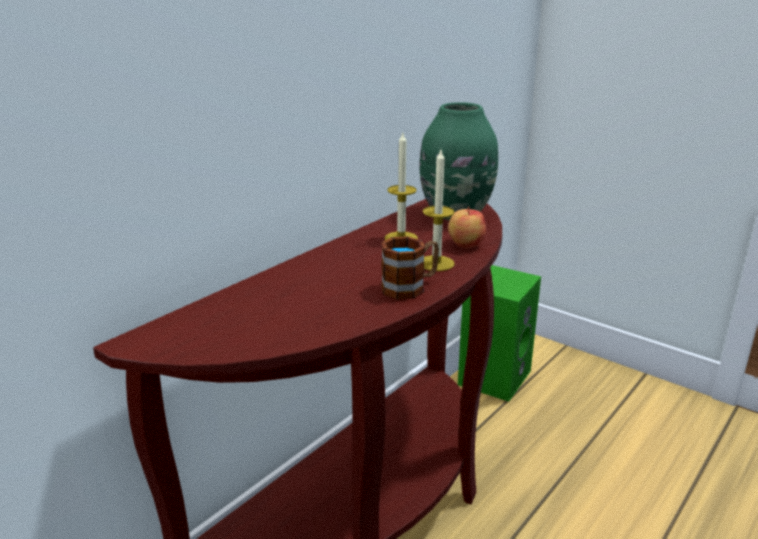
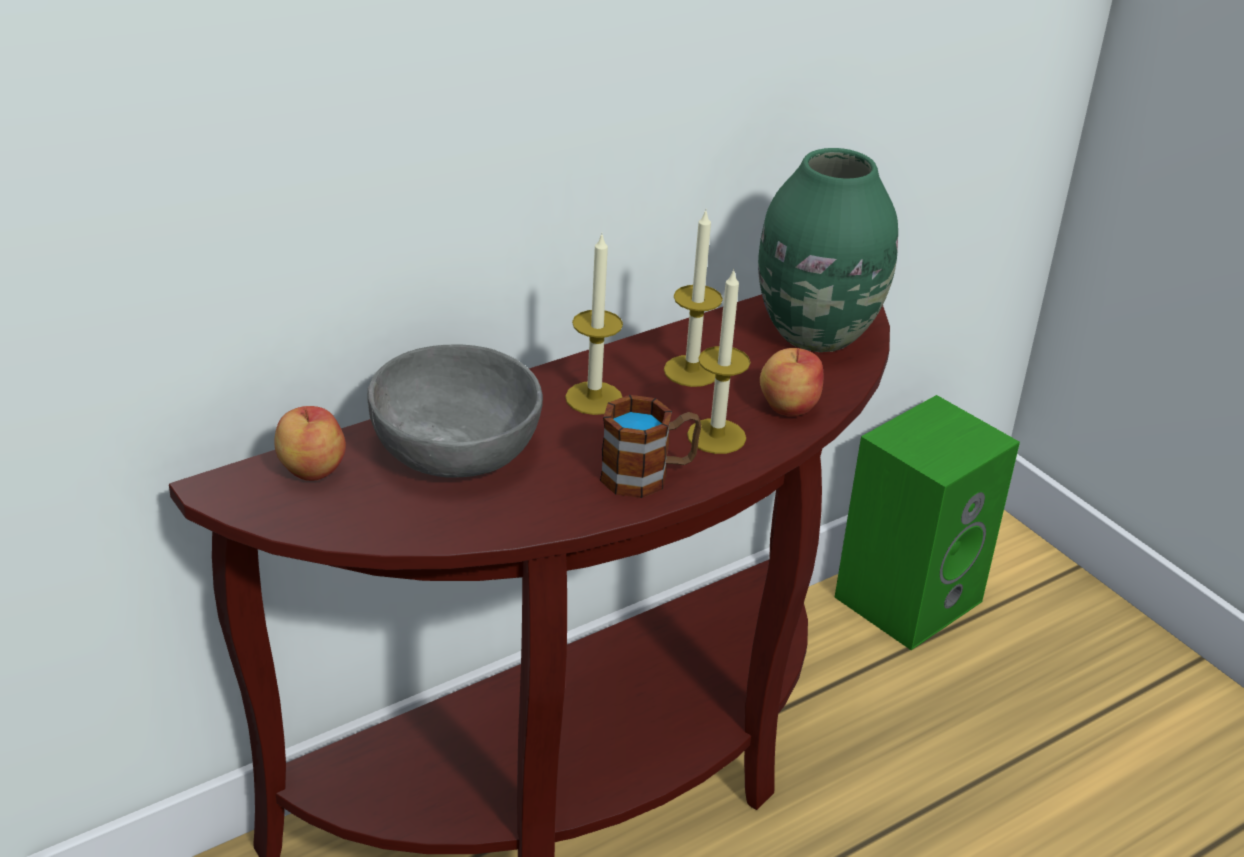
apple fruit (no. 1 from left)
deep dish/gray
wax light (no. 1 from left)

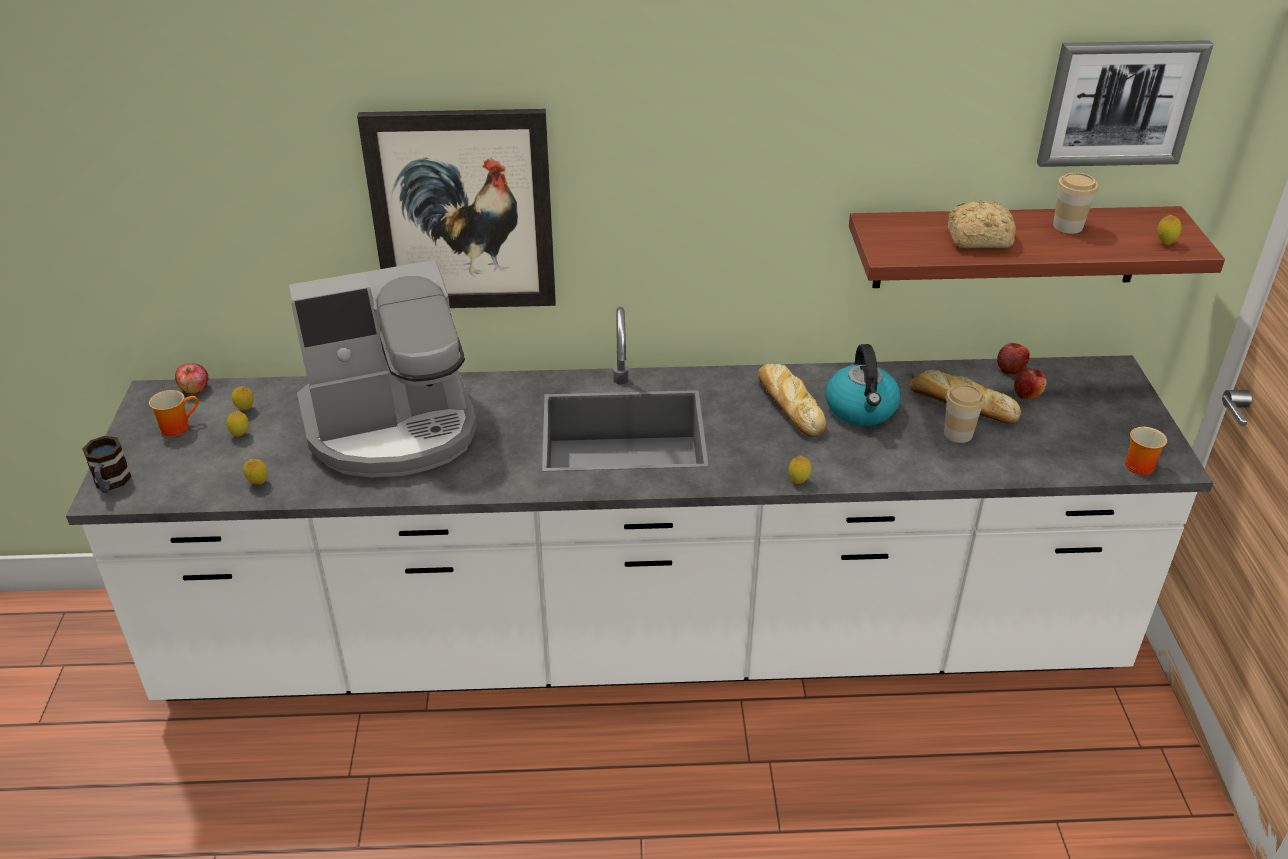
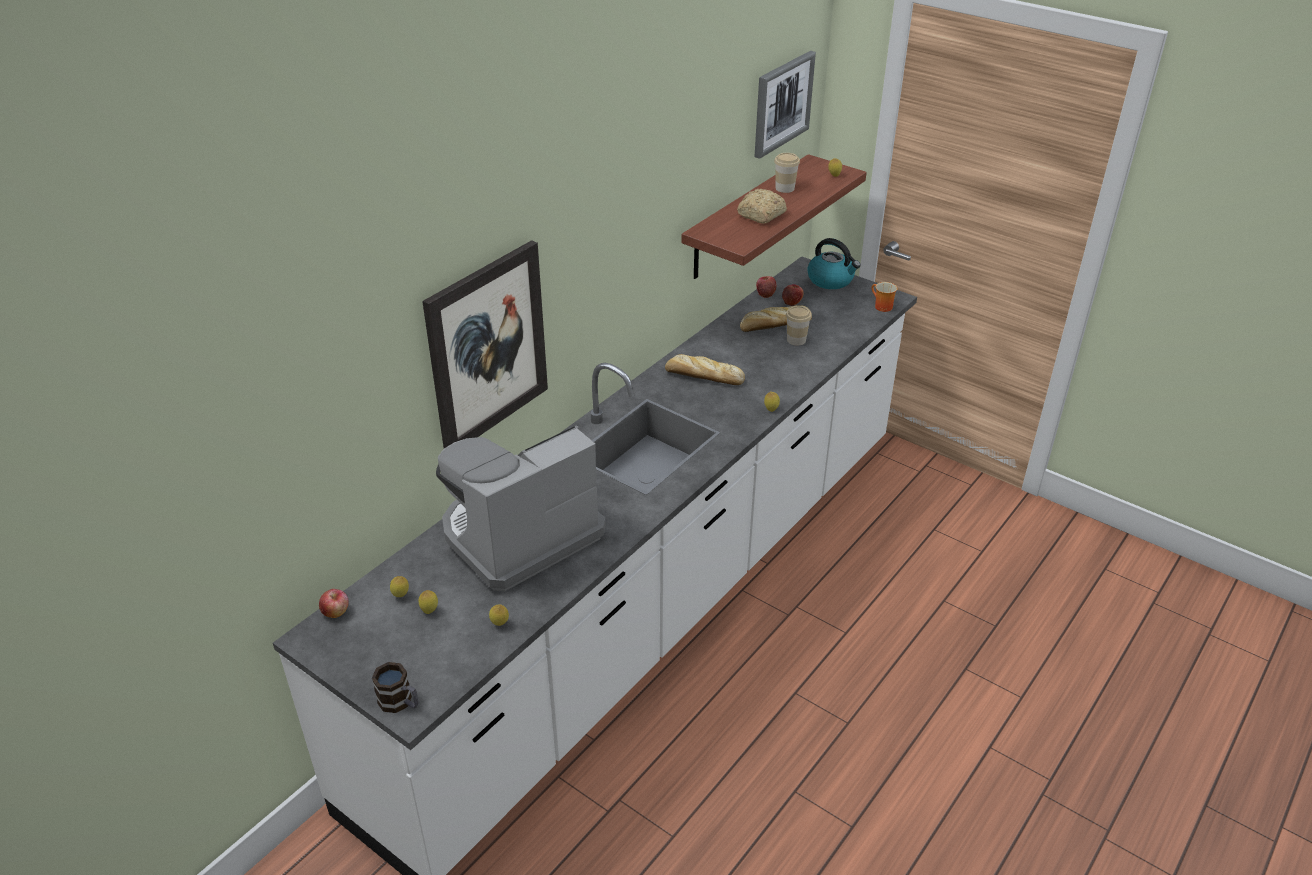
tea mug (no. 2 from left in the first image)
water kettle
coffee maker

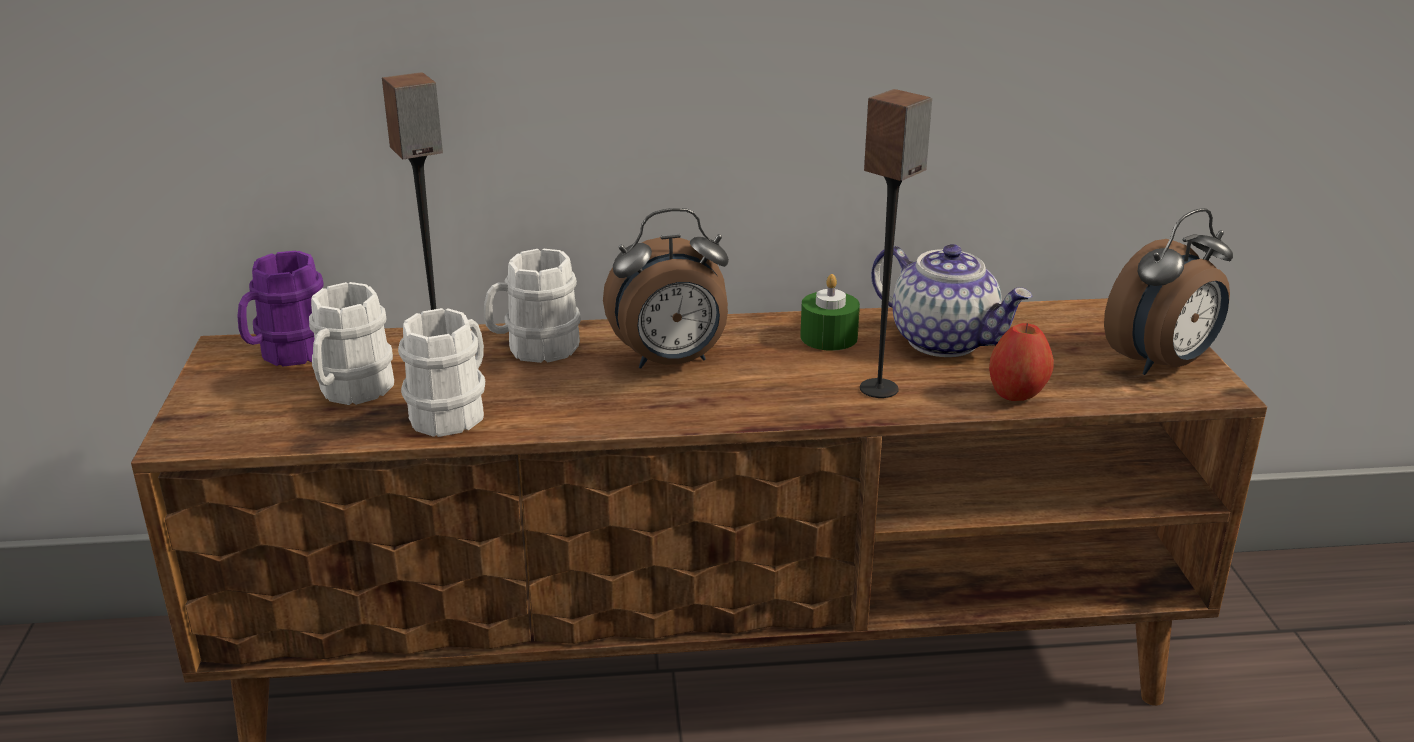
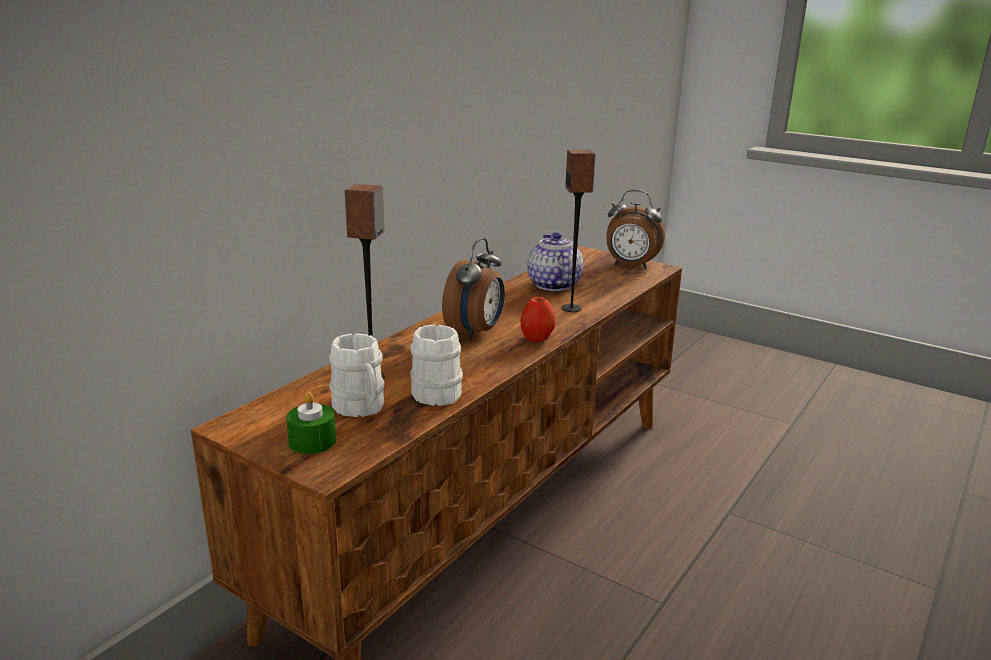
tea mug/purple-coloured
tea mug/whitish (no. 3 from left in the first image)
wax light/green-coloured
apple fruit
pot for tea
bedside clock (no. 2 from left)

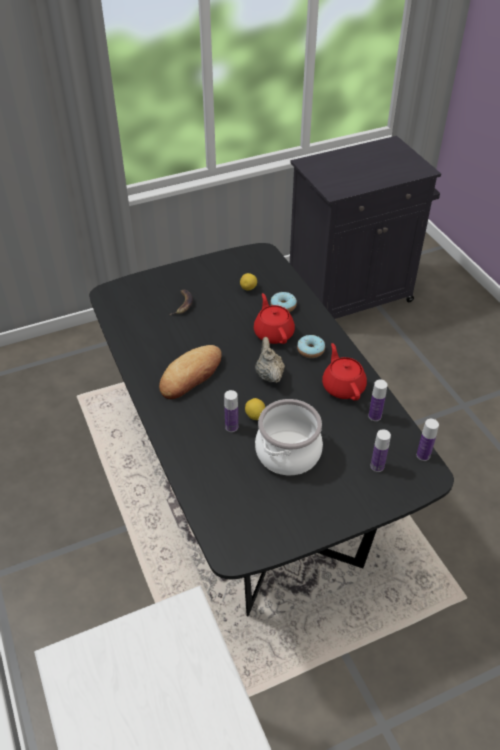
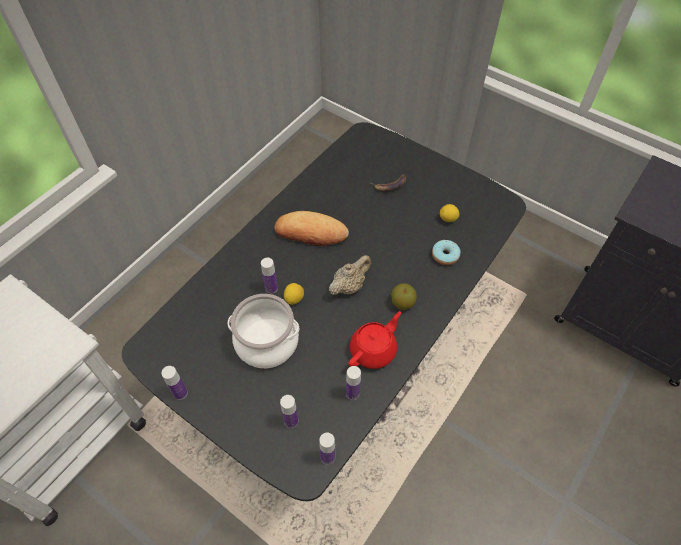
pot for tea/reddish (no. 1 from left in the first image)
beverage bottle (no. 1 from left)
apple fruit

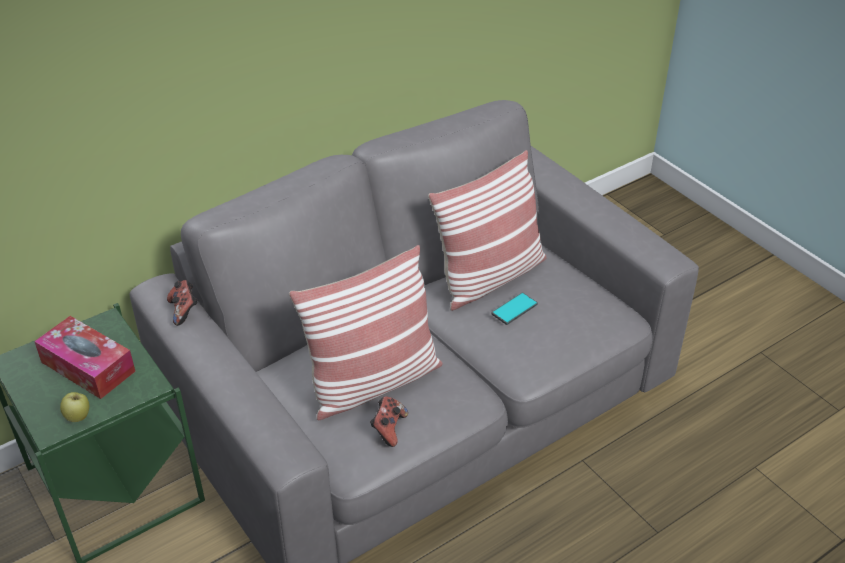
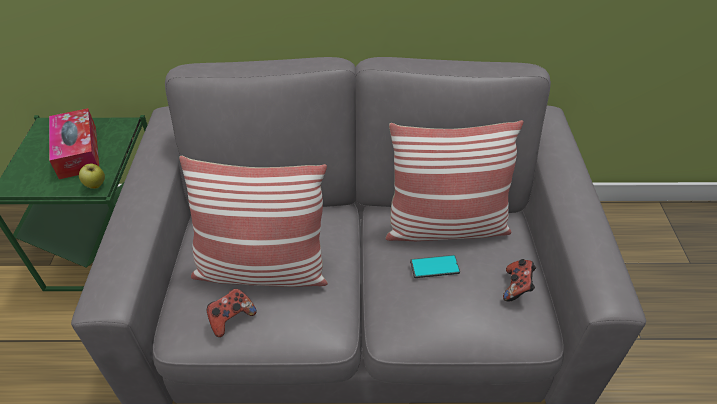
apple fruit
joypad (no. 2 from left)

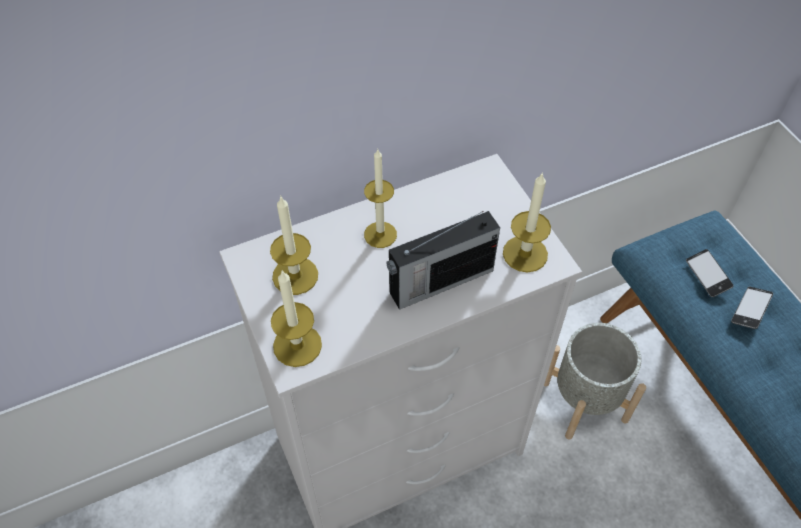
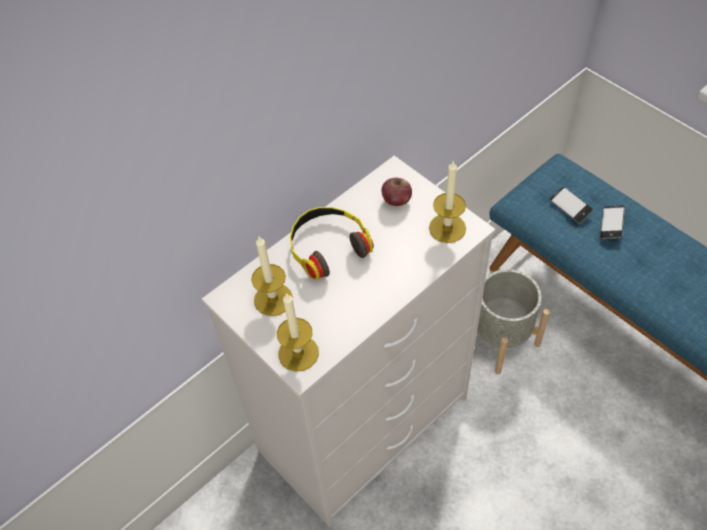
radio set
apple fruit
headphones

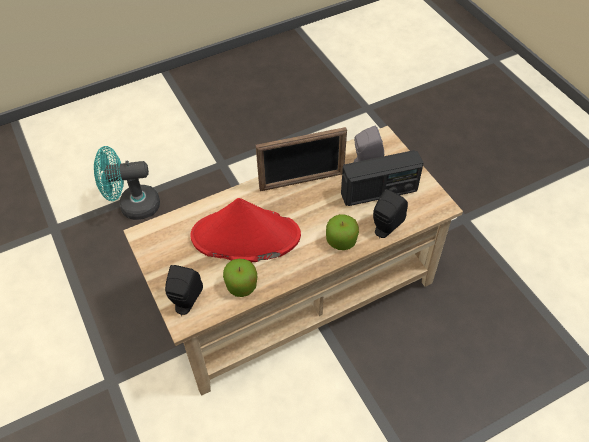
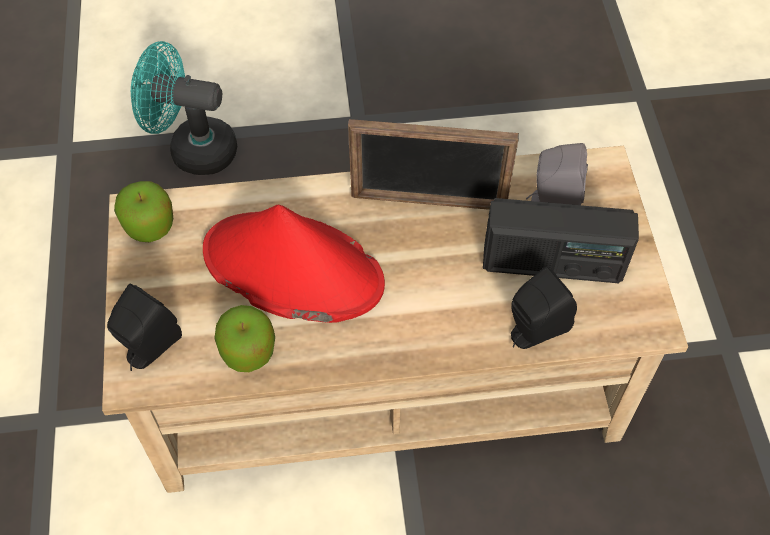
apple fruit (no. 1 from left)

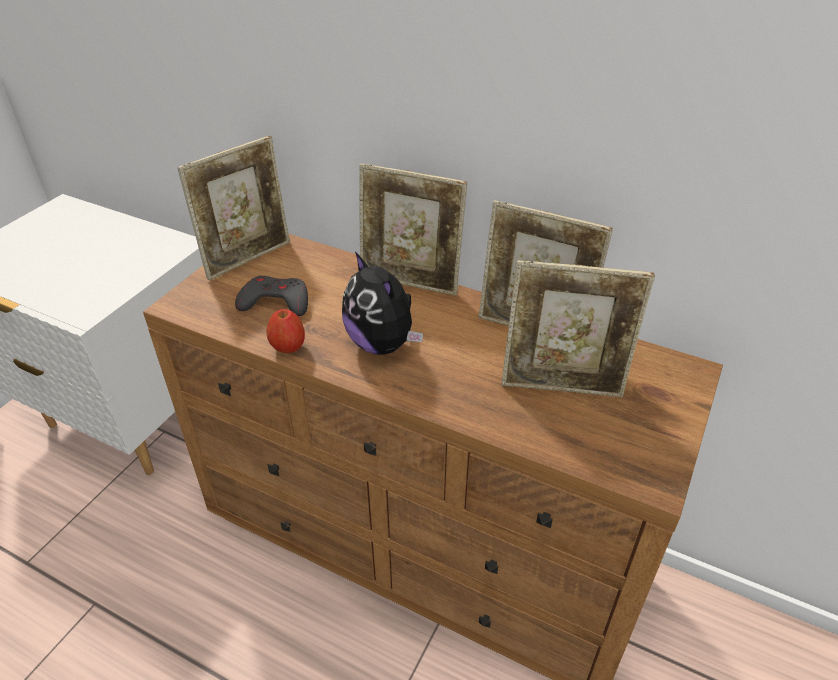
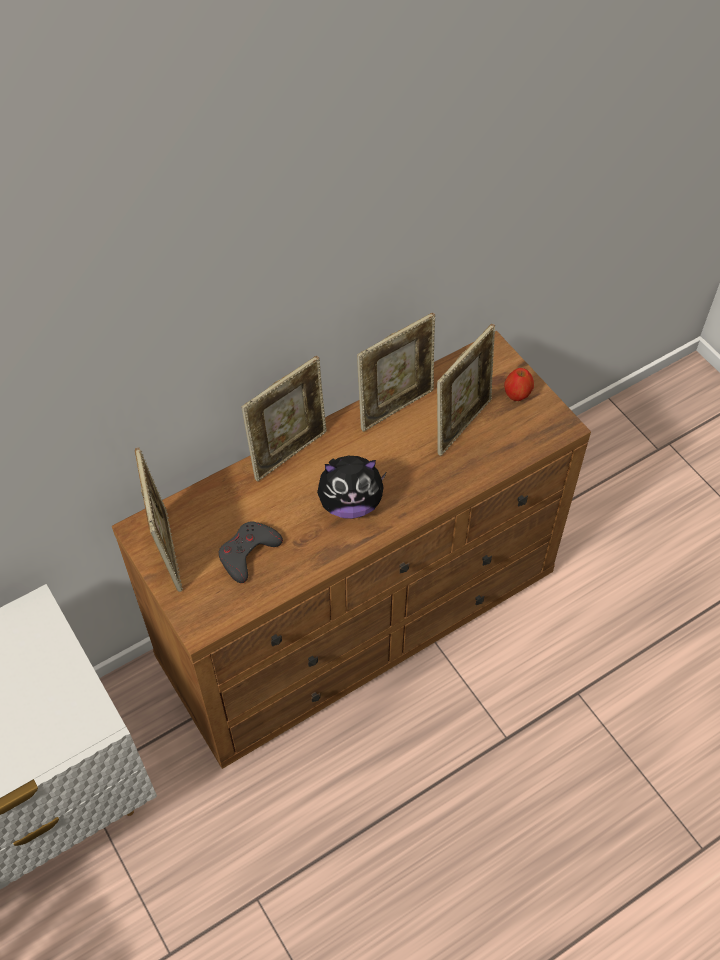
apple fruit

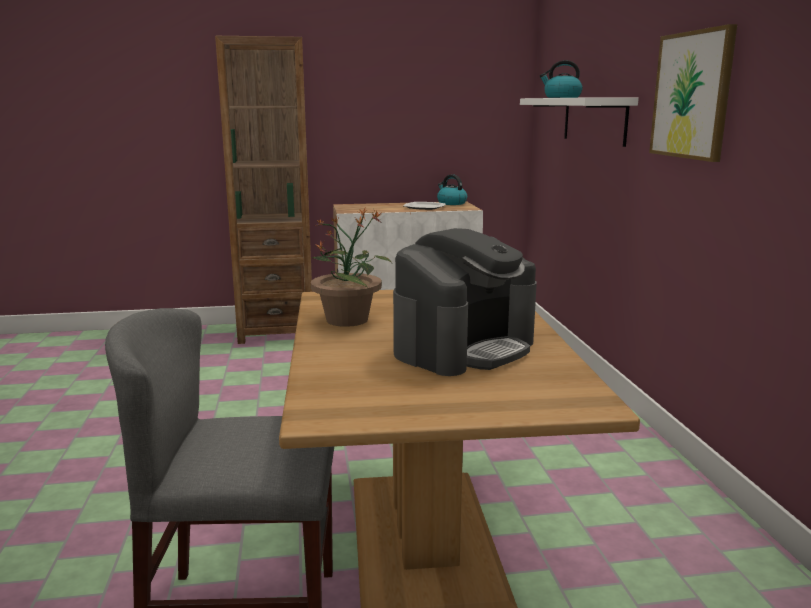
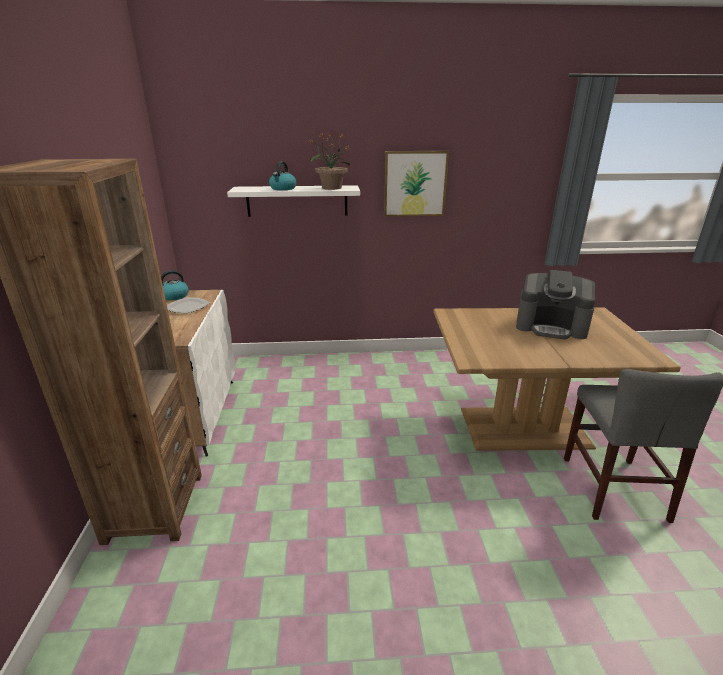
potted plant
coffee maker

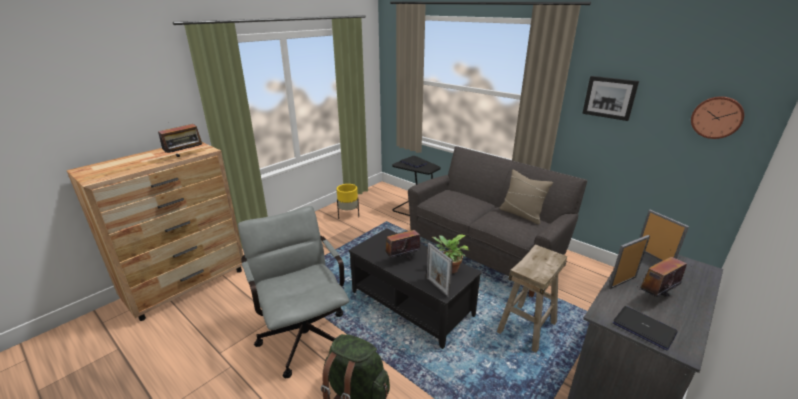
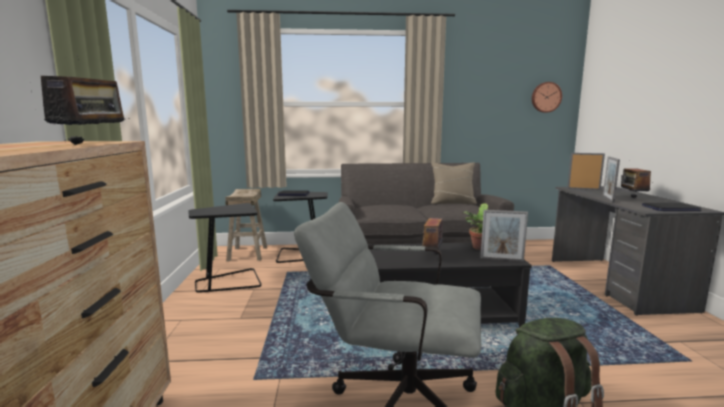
picture
sitting stool/sand-coloured
end table/black-coloured (no. 1 from left)

